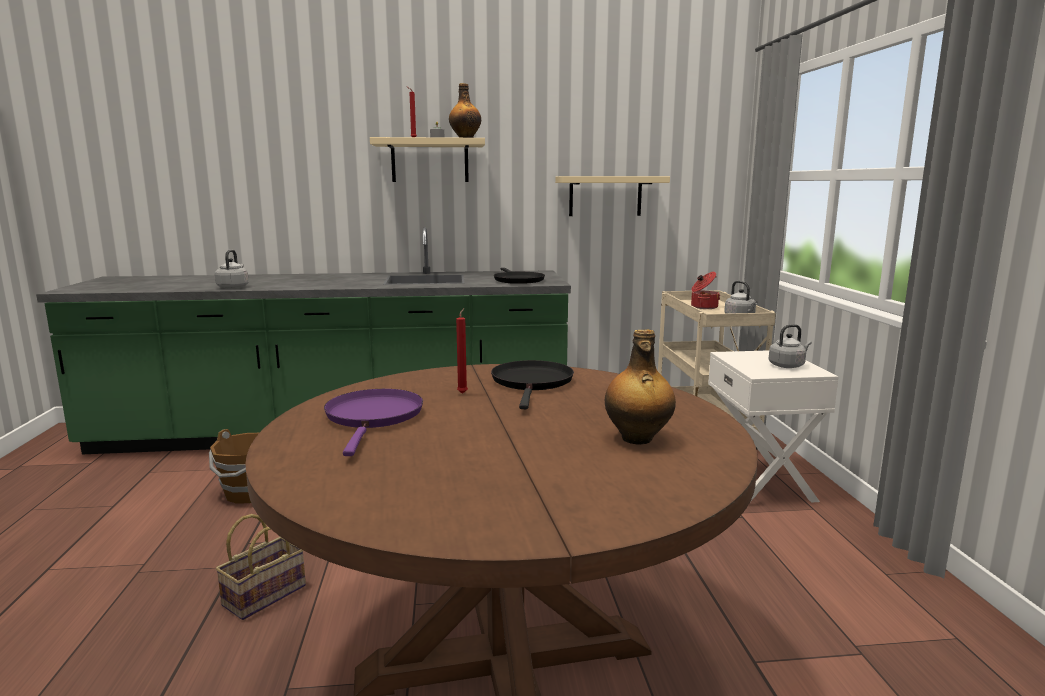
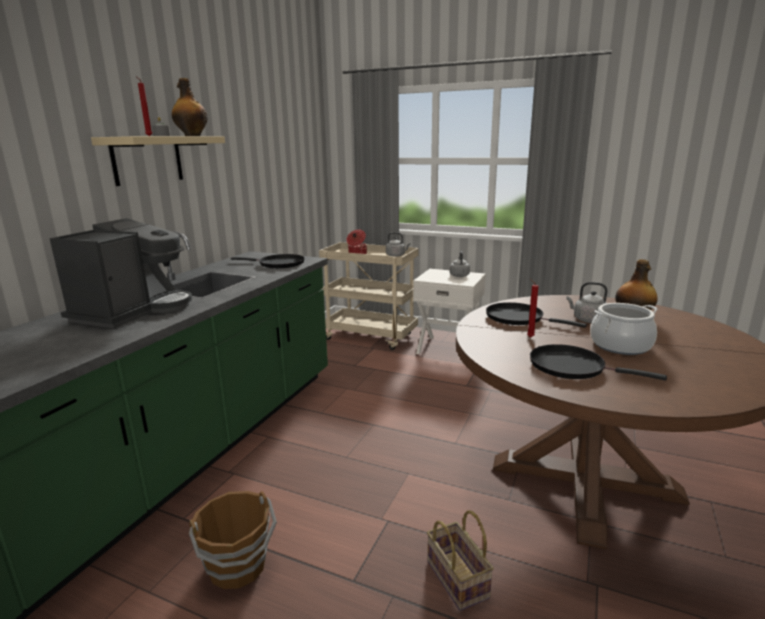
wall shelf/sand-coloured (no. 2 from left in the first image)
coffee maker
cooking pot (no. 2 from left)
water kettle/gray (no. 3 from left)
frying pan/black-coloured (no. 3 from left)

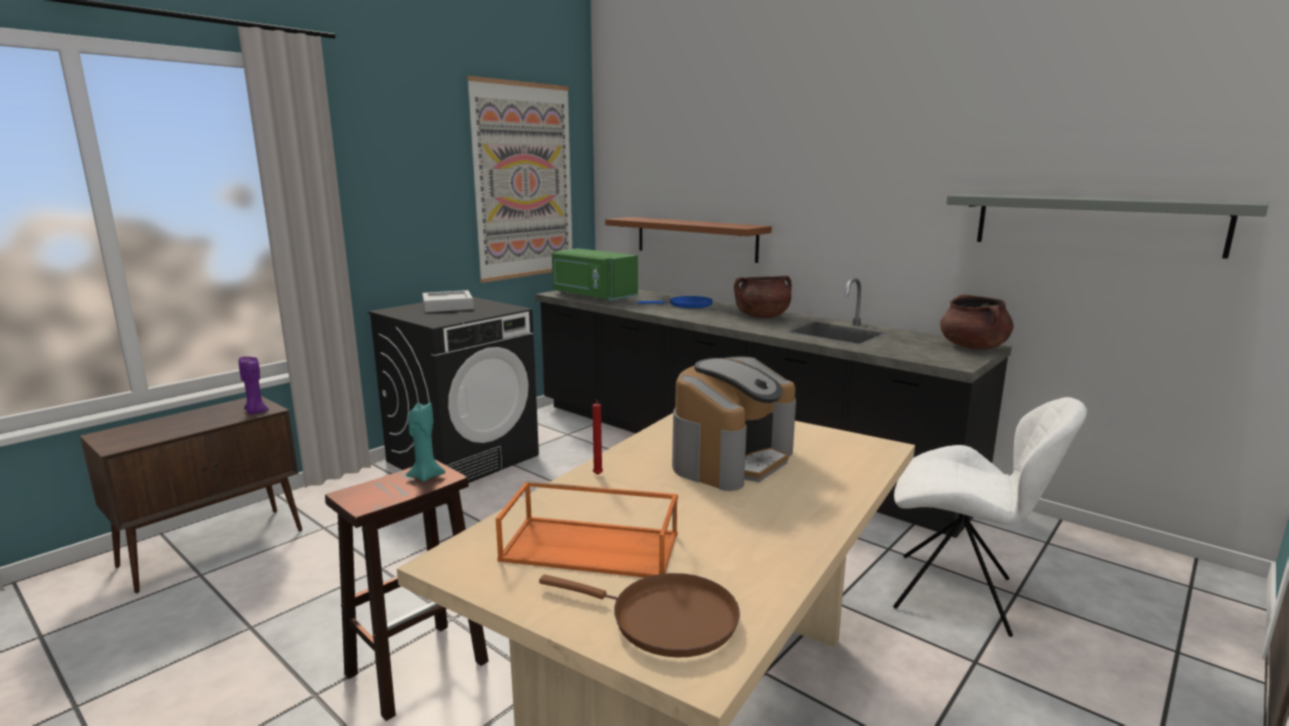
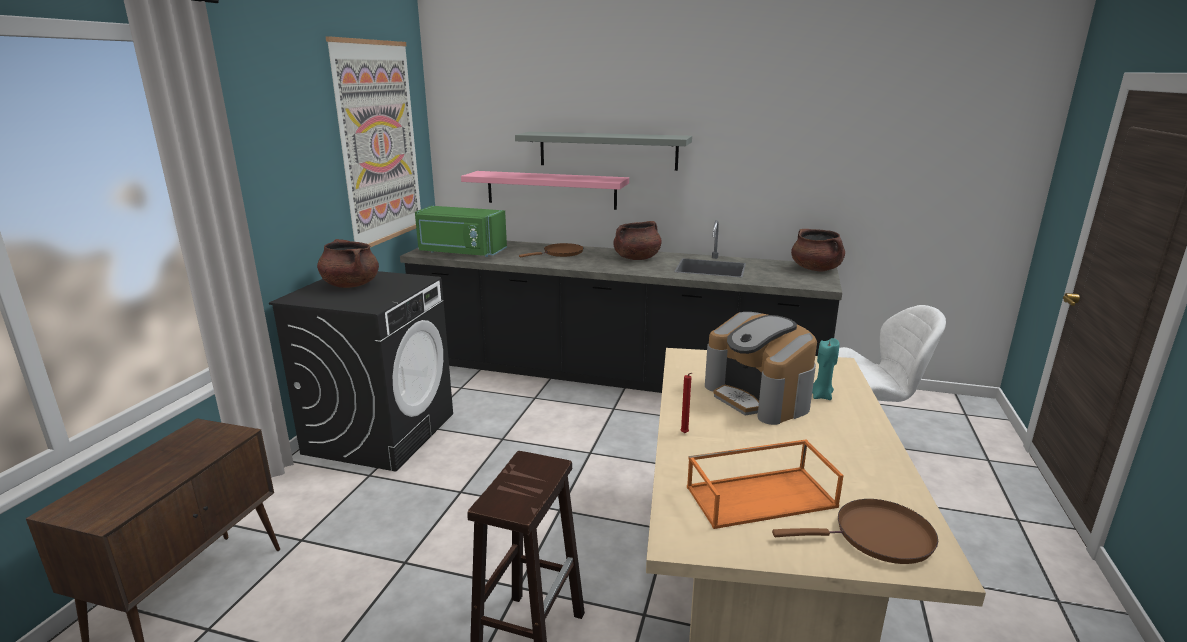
wax light/purple-coloured
wax light/turquoise-coloured
wall shelf/gray
cooking pot/brown (no. 1 from left)
wall shelf/pinkish
frying pan/brown (no. 1 from left)
coffee maker

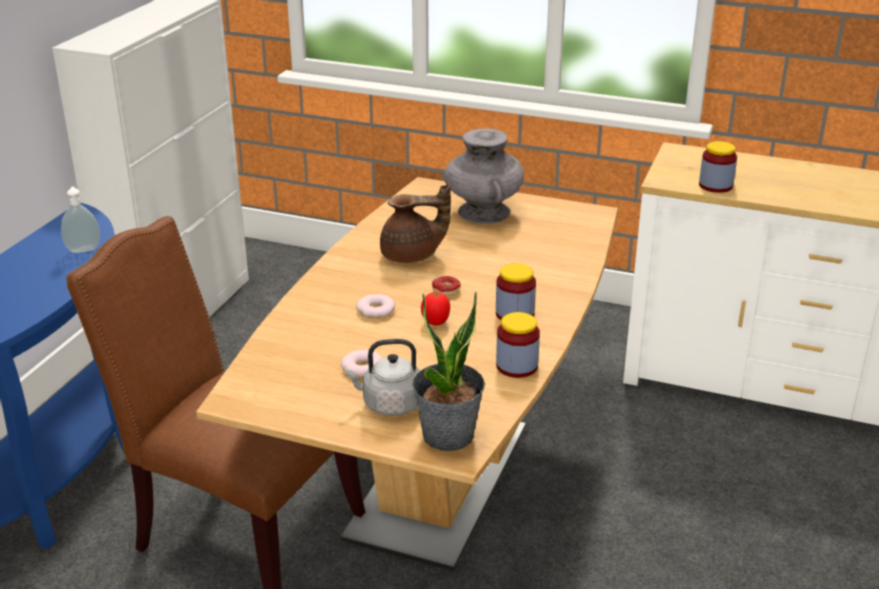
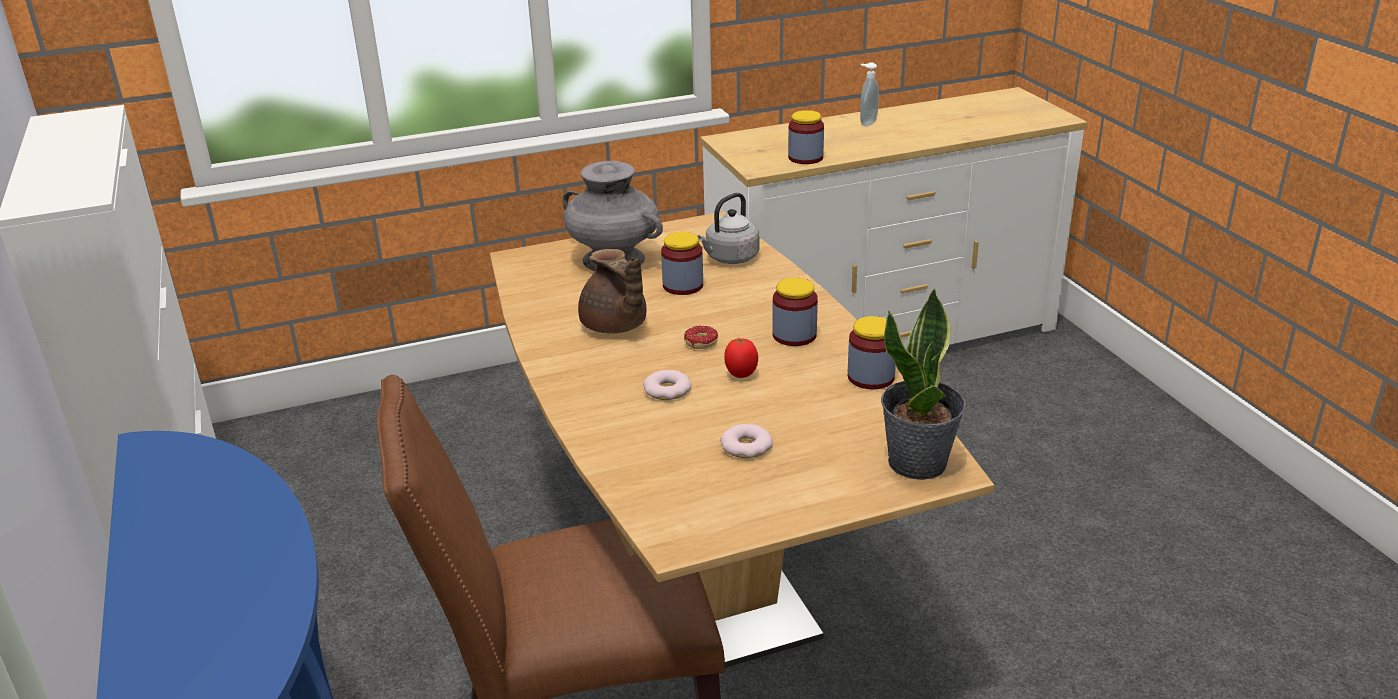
preserve jar (no. 1 from left)
soap bottle
water kettle/gray
pot for tea/brown

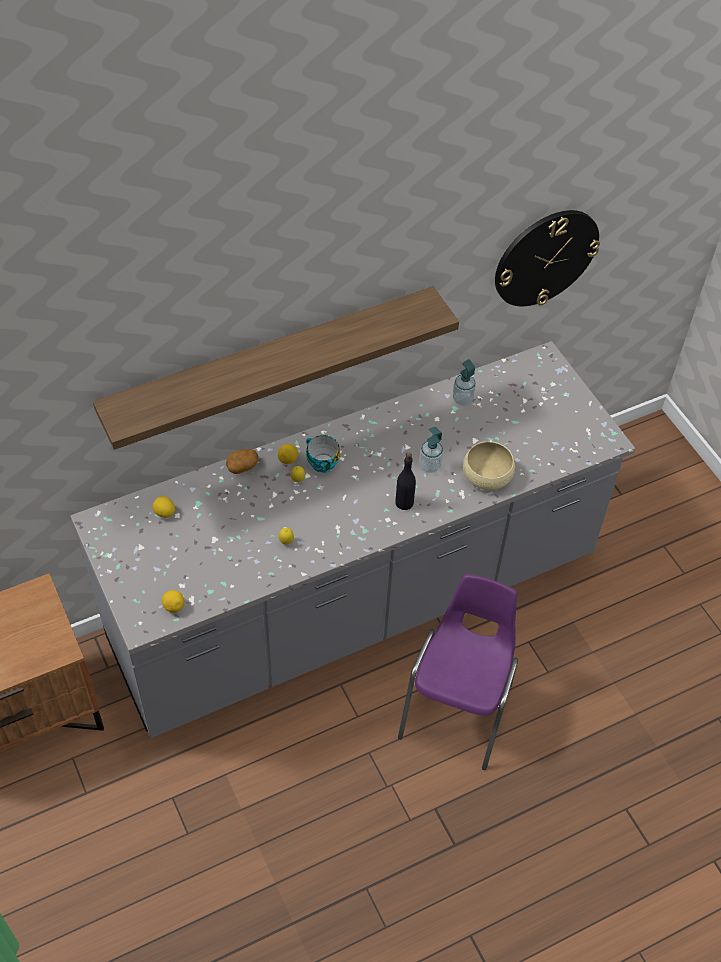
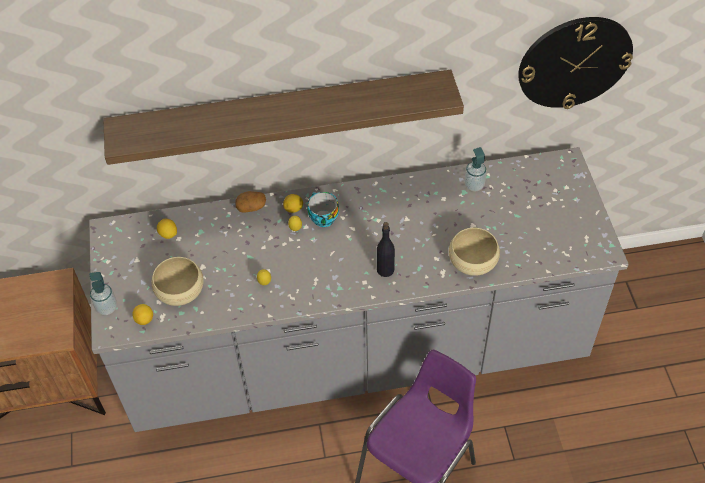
deep dish/sand-coloured (no. 1 from left)
soap bottle (no. 1 from left)

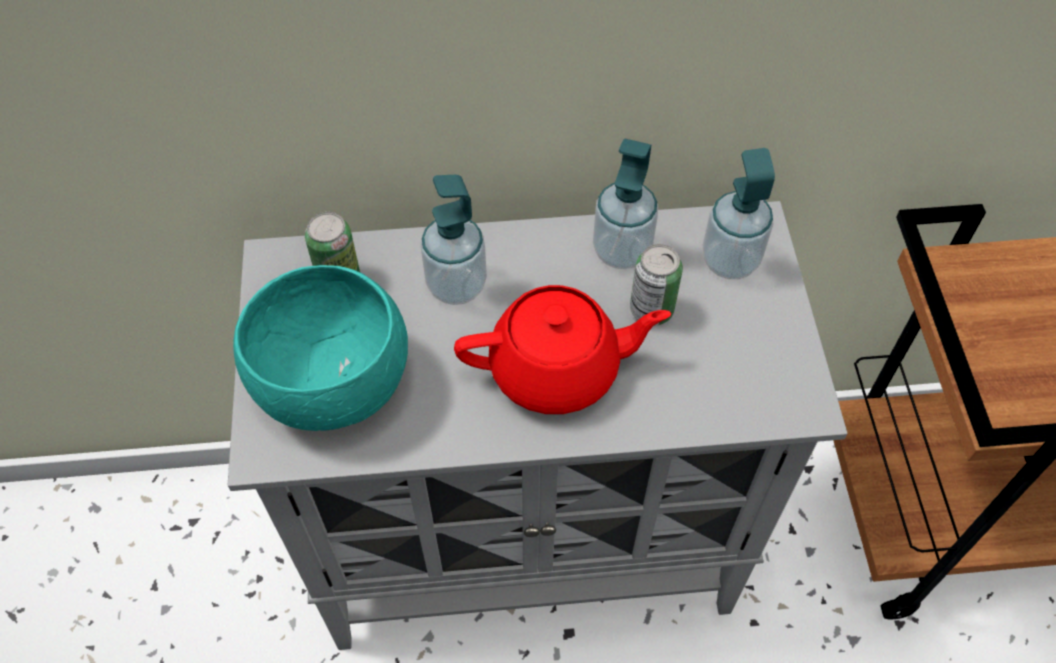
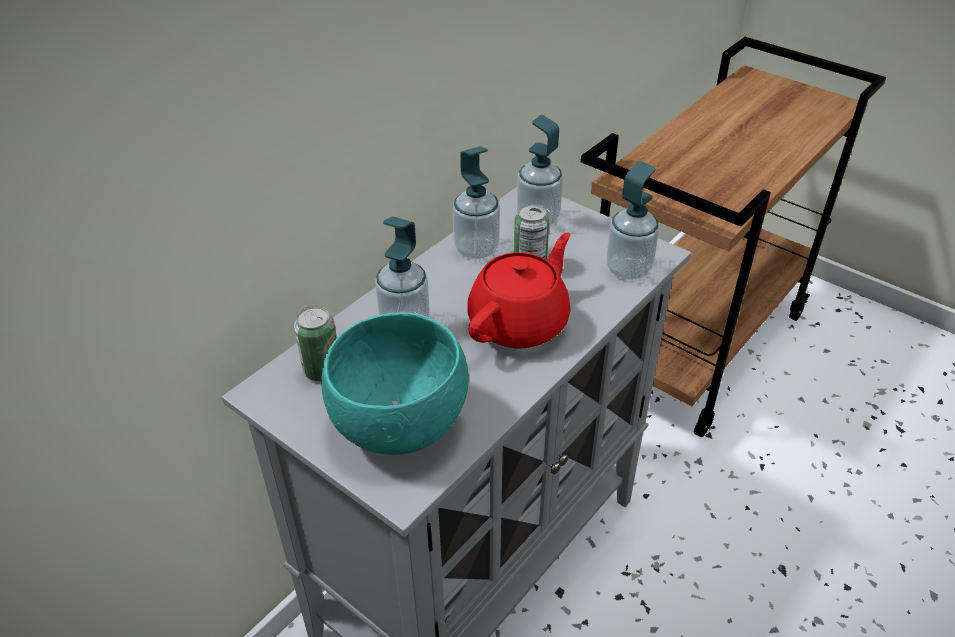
soap bottle (no. 4 from left)

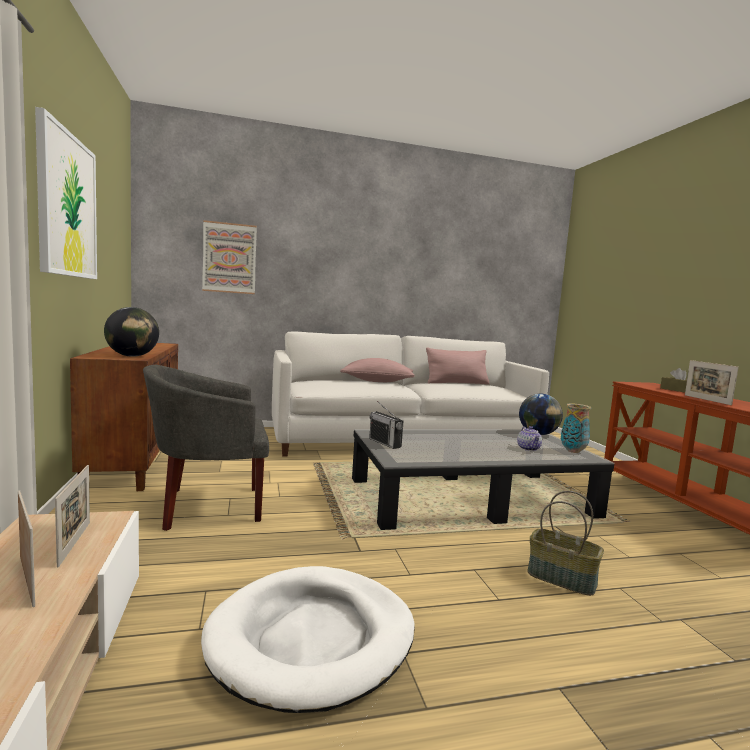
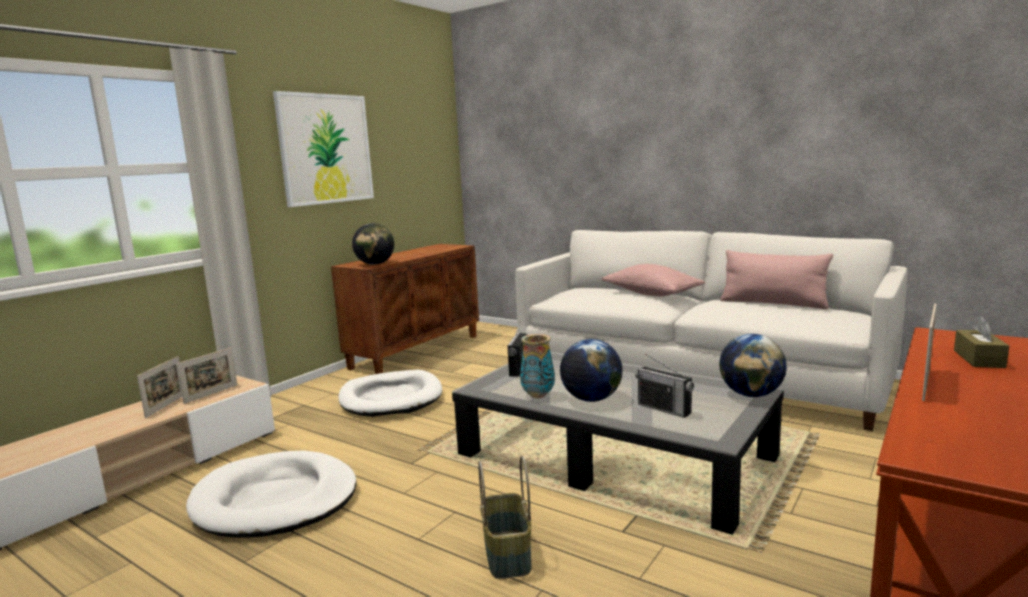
picture (no. 2 from left in the first image)
globe (no. 2 from left)
vase
pet bed/whitish (no. 2 from left)
radio set (no. 2 from left)

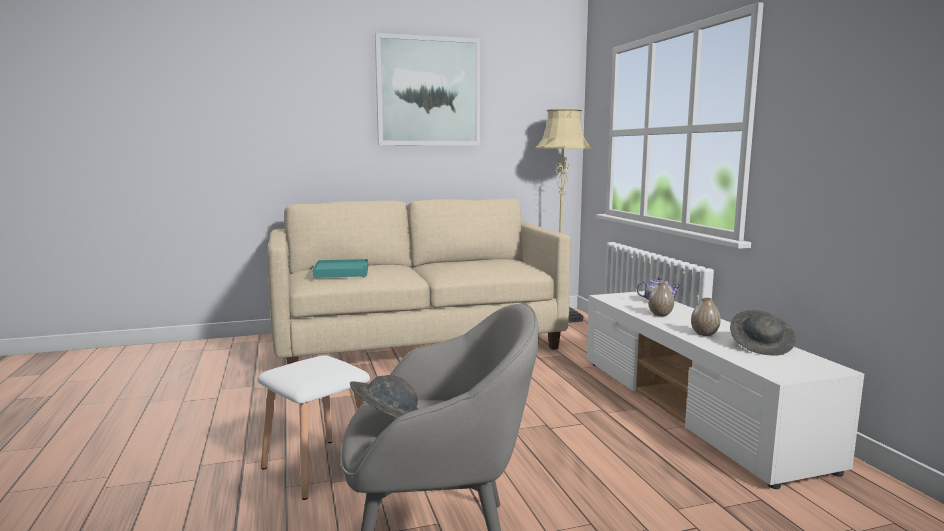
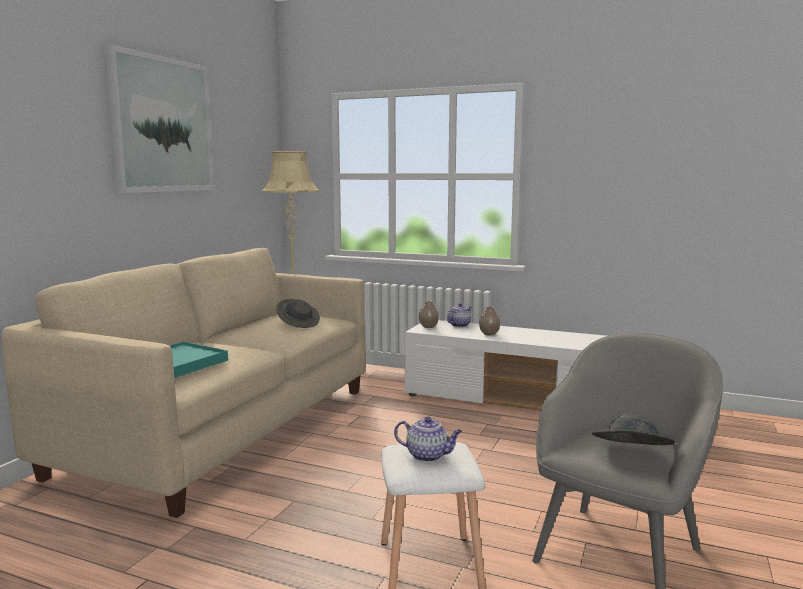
pot for tea (no. 1 from left)
vase (no. 1 from left)
hat/gray (no. 1 from left)

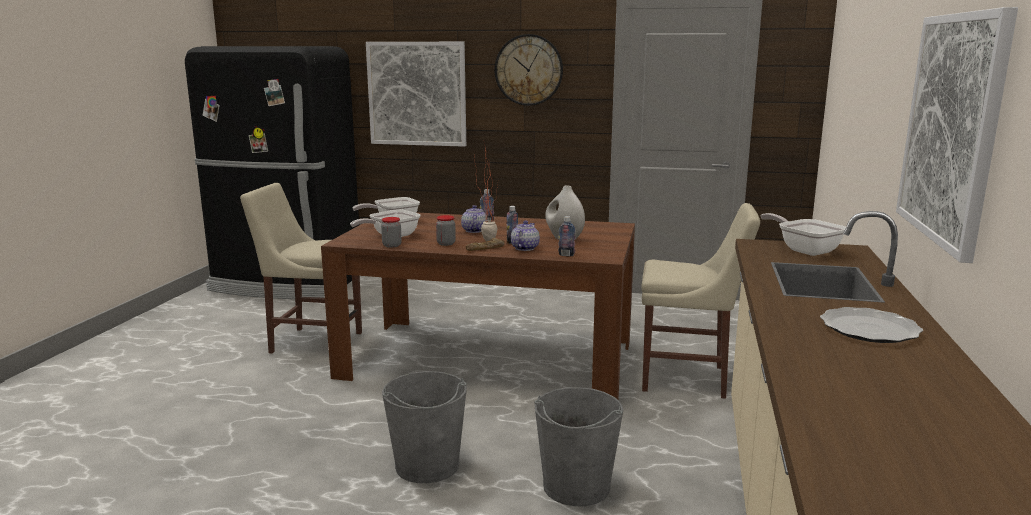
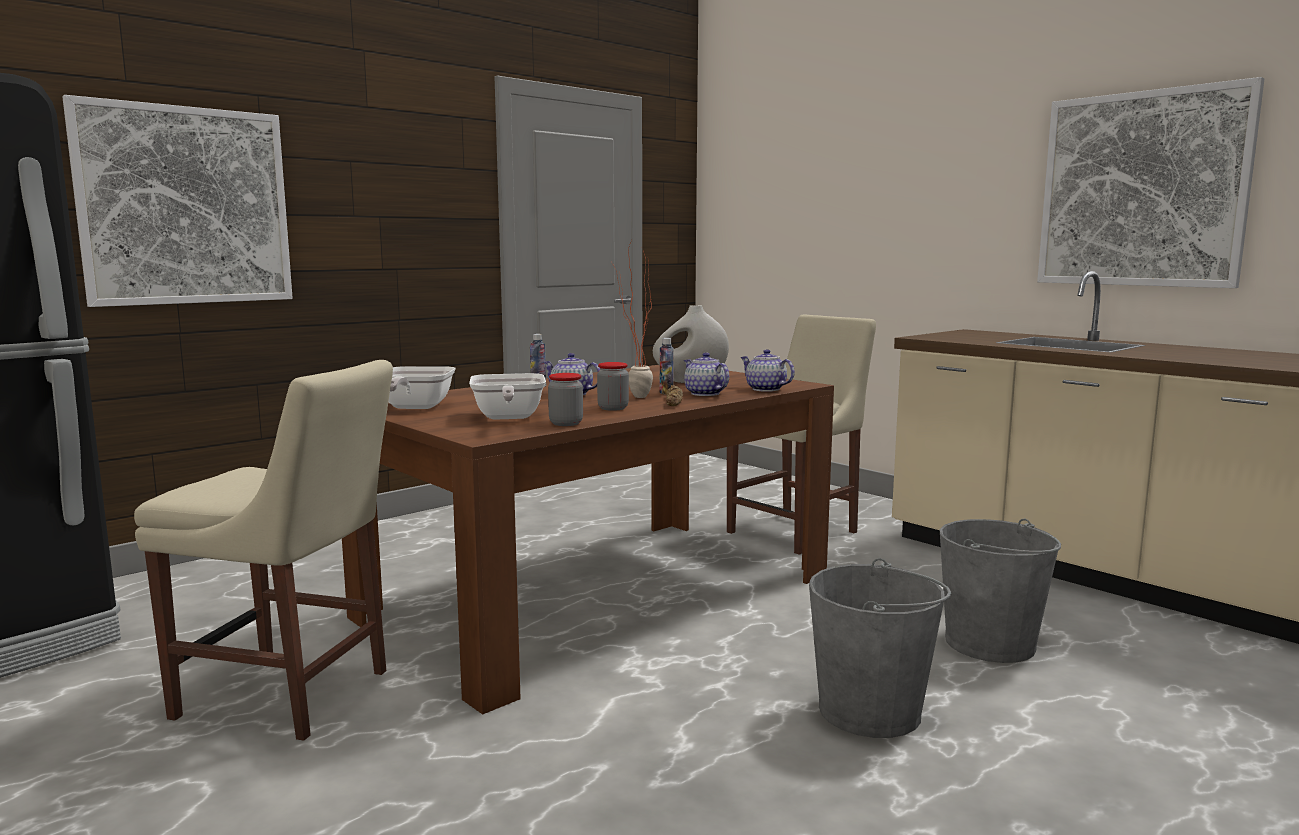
clock on the wall
frying pan (no. 3 from left in the first image)
plate
pot for tea (no. 3 from left)
plain chair/sand-coloured (no. 1 from left)

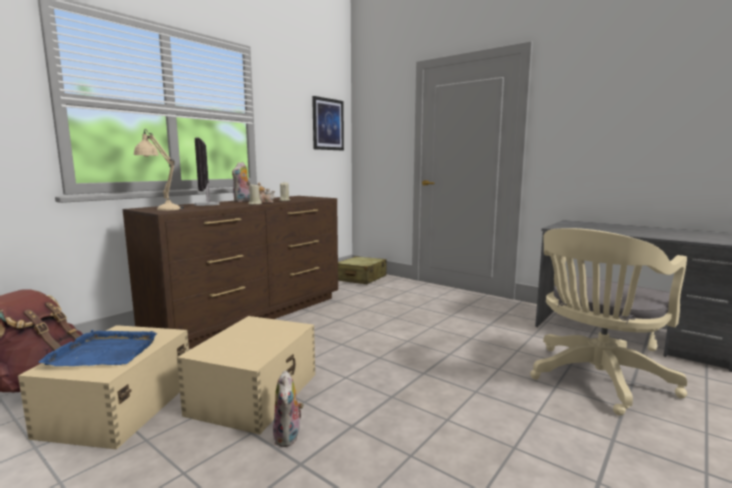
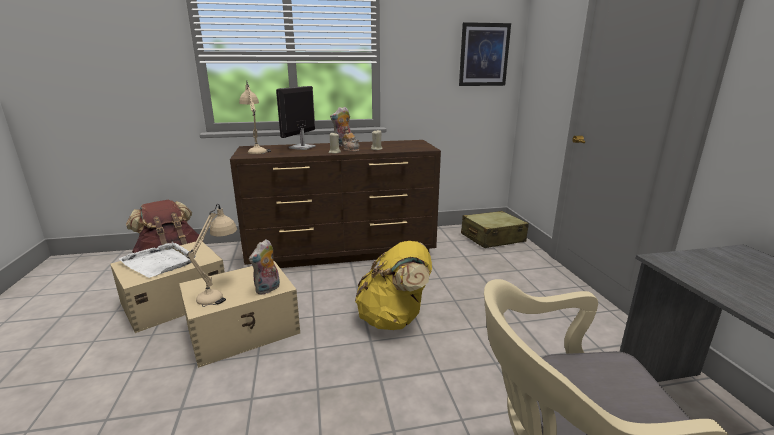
tabletop lamp/sand-coloured (no. 1 from left)
backpack/yellow-coloured
soft toy (no. 1 from left)
tray/whitish

